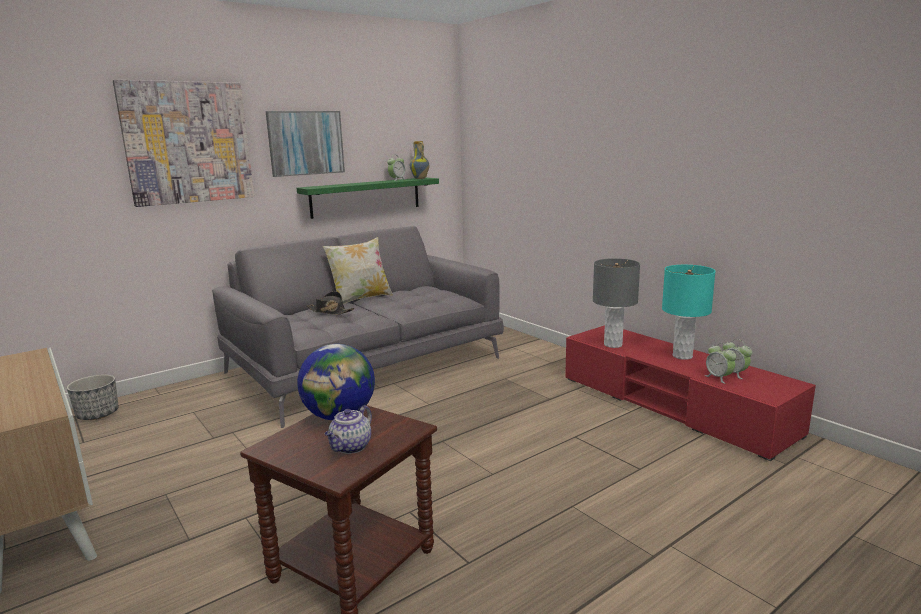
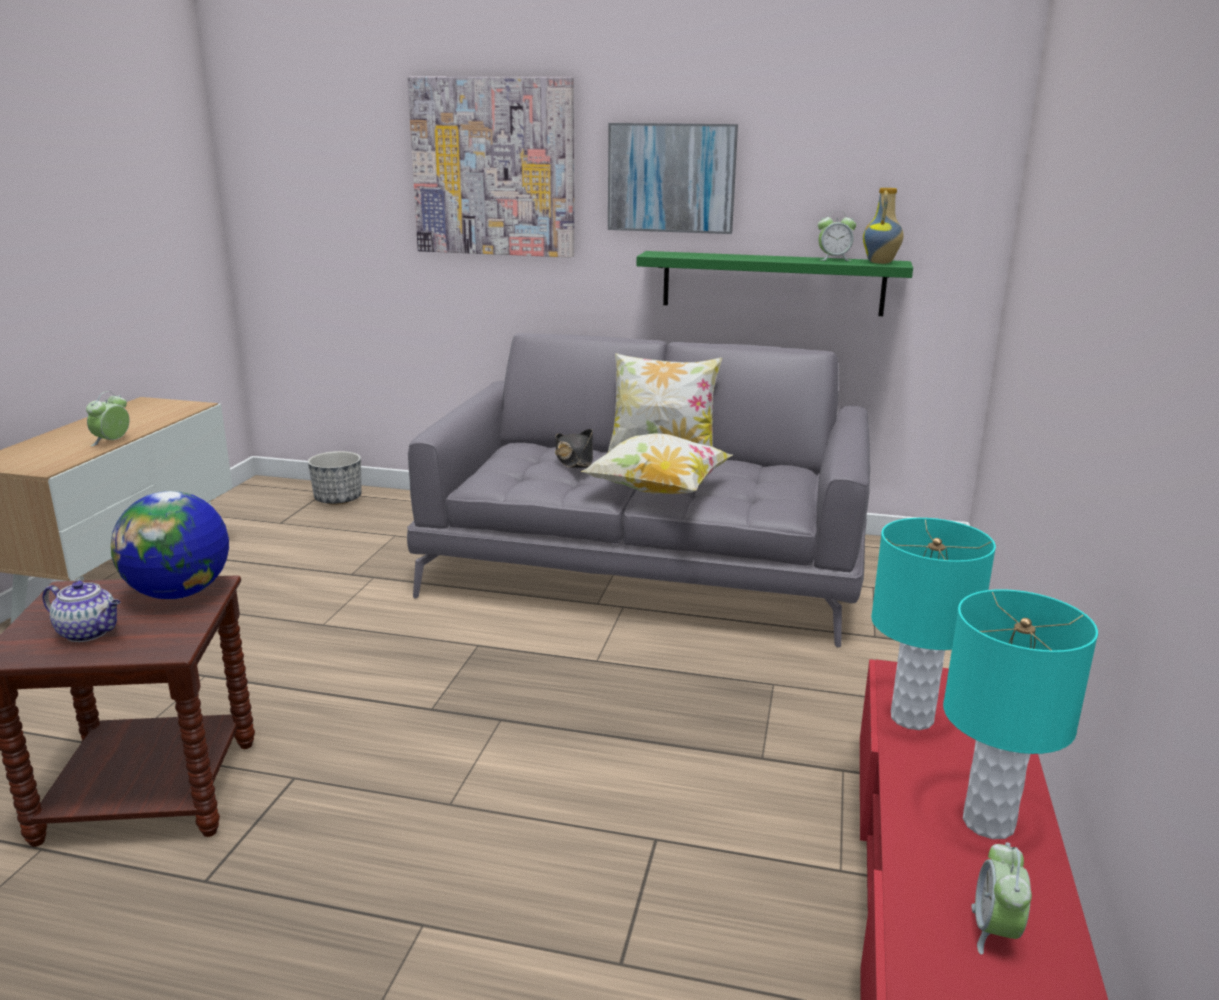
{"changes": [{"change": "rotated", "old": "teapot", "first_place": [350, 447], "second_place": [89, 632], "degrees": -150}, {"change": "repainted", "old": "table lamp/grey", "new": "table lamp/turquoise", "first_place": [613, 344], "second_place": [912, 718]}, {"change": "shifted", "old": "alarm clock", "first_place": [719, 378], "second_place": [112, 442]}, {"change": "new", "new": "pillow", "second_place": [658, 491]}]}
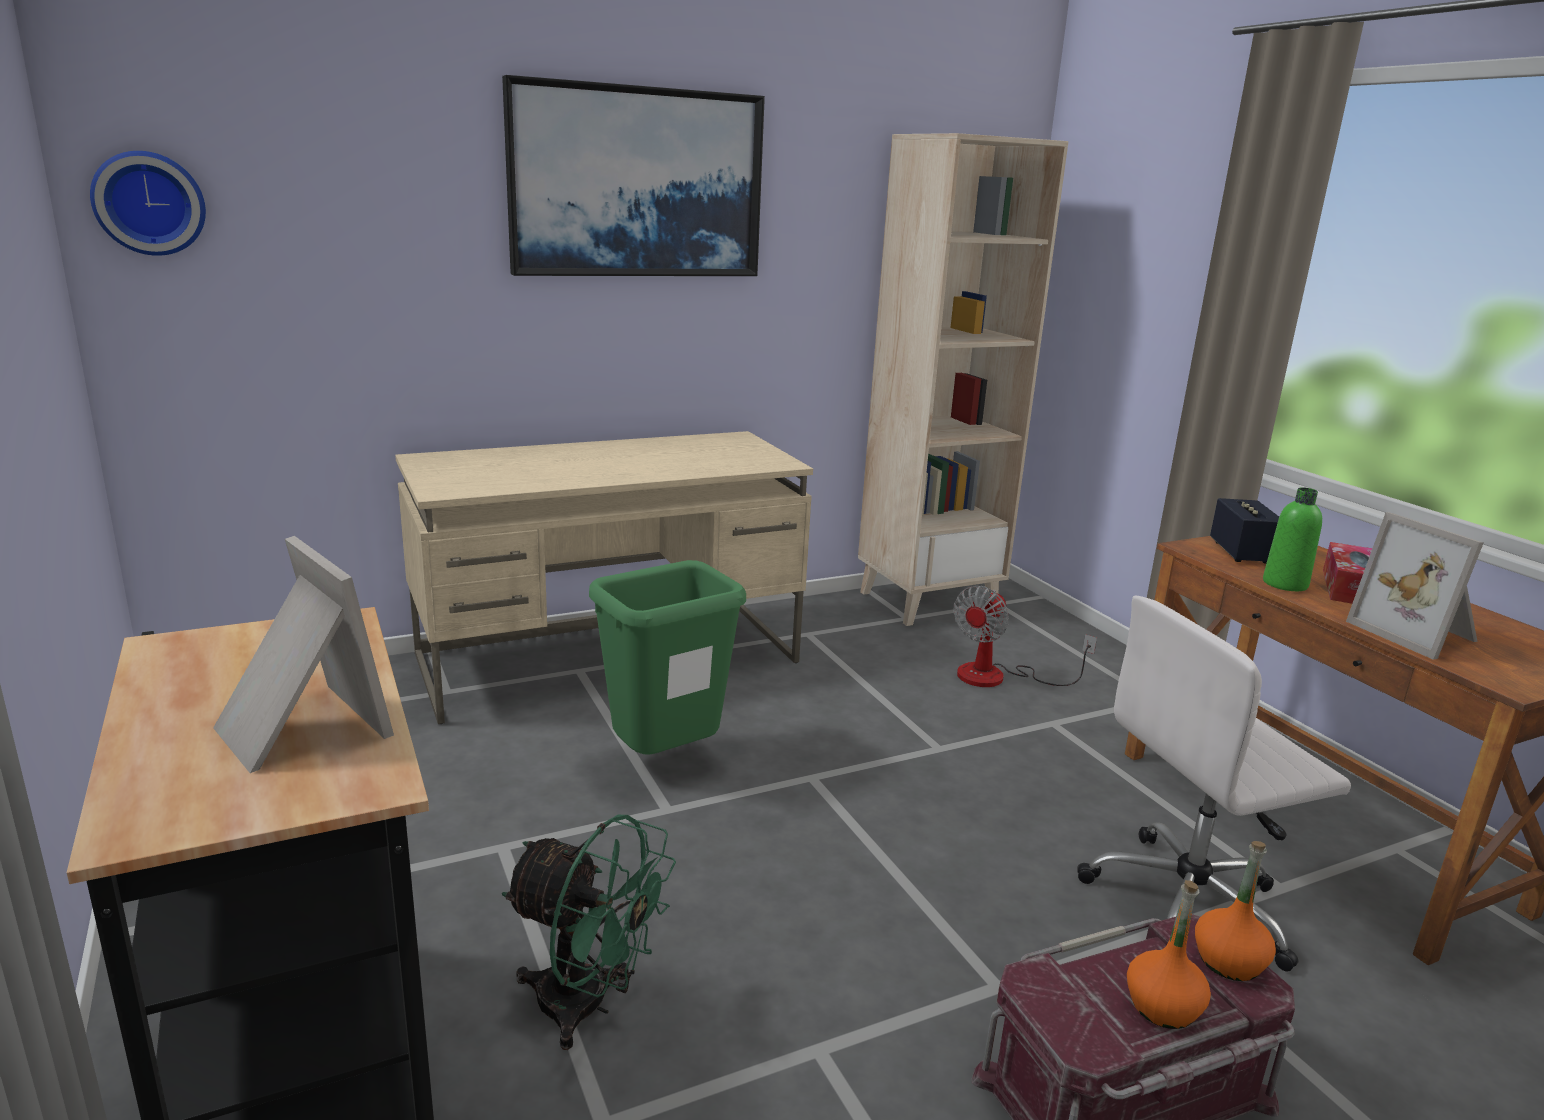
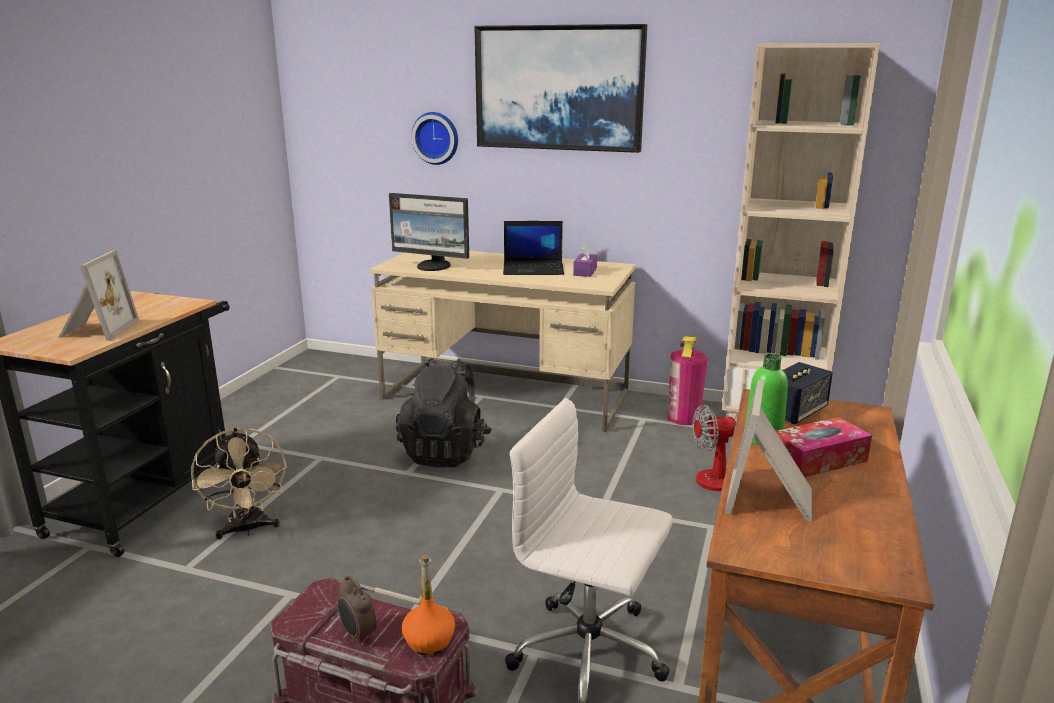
{"changes": [{"change": "shifted", "old": "wall clock", "first_place": [149, 203], "second_place": [436, 138]}, {"change": "repainted", "old": "fan/green", "new": "fan/beige", "first_place": [589, 1006], "second_place": [248, 529]}, {"change": "swapped", "old": "trash can/green", "new": "backpack/black", "first_place": [667, 761], "second_place": [445, 452]}, {"change": "swapped", "old": "bottle/orange", "new": "alarm clock", "first_place": [1163, 1007], "second_place": [357, 635]}, {"change": "new", "new": "monitor", "second_place": [433, 266]}, {"change": "new", "new": "laptop", "second_place": [534, 269]}, {"change": "new", "new": "tissue box/purple", "second_place": [585, 272]}, {"change": "new", "new": "fire extinguisher", "second_place": [684, 418]}]}
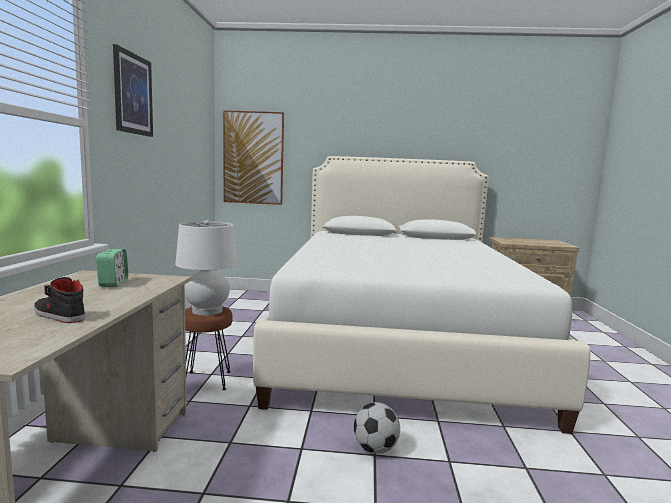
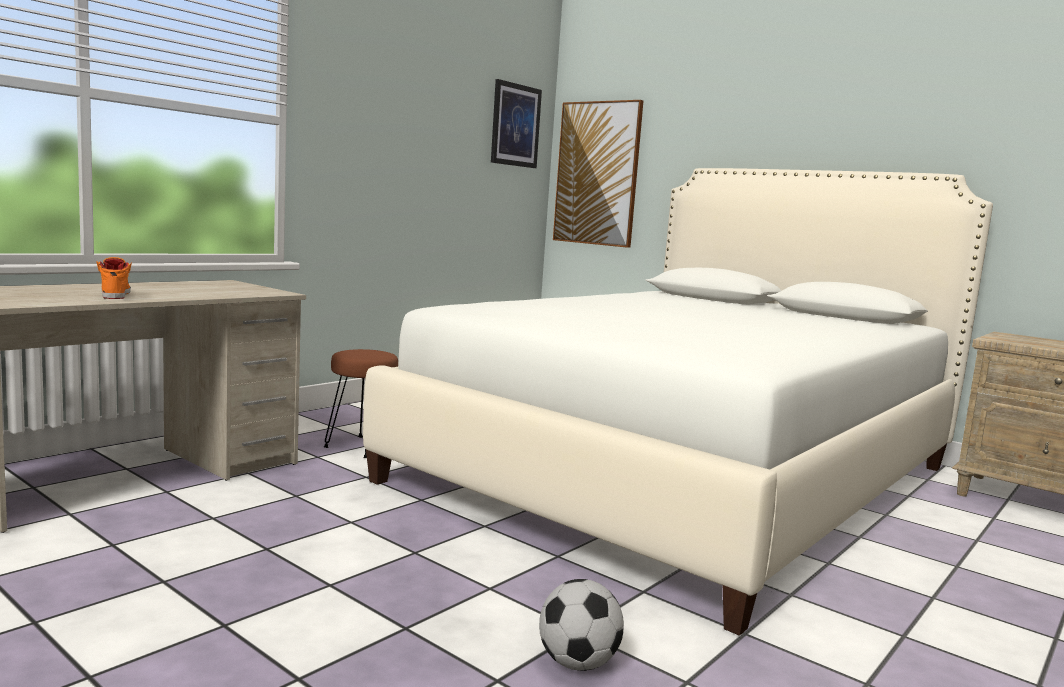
{"changes": [{"change": "repainted", "old": "shoe/black", "new": "shoe/orange", "first_place": [58, 315], "second_place": [115, 294]}, {"change": "gone", "old": "alarm clock", "first_place": [113, 283]}, {"change": "shifted", "old": "picture", "first_place": [133, 94], "second_place": [515, 125]}, {"change": "gone", "old": "table lamp/white", "first_place": [207, 311]}, {"change": "shifted", "old": "football", "first_place": [375, 449], "second_place": [577, 664]}]}
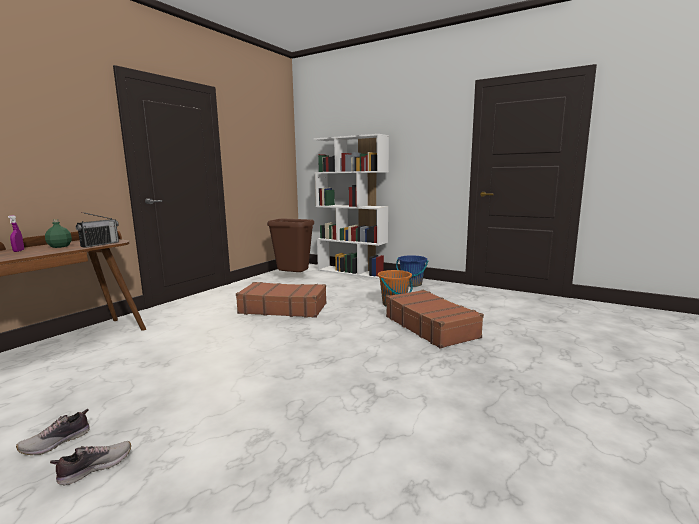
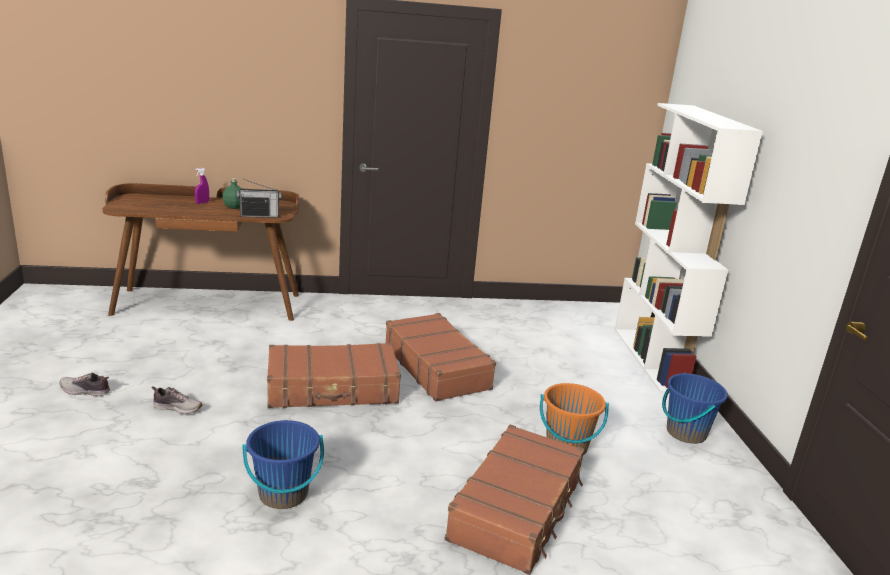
{"changes": [{"change": "shifted", "old": "shoe", "first_place": [95, 467], "second_place": [177, 408]}, {"change": "gone", "old": "trash can/brown", "first_place": [293, 278]}, {"change": "new", "new": "bucket/blue", "second_place": [283, 494]}, {"change": "new", "new": "suitcase/brown", "second_place": [333, 389]}]}
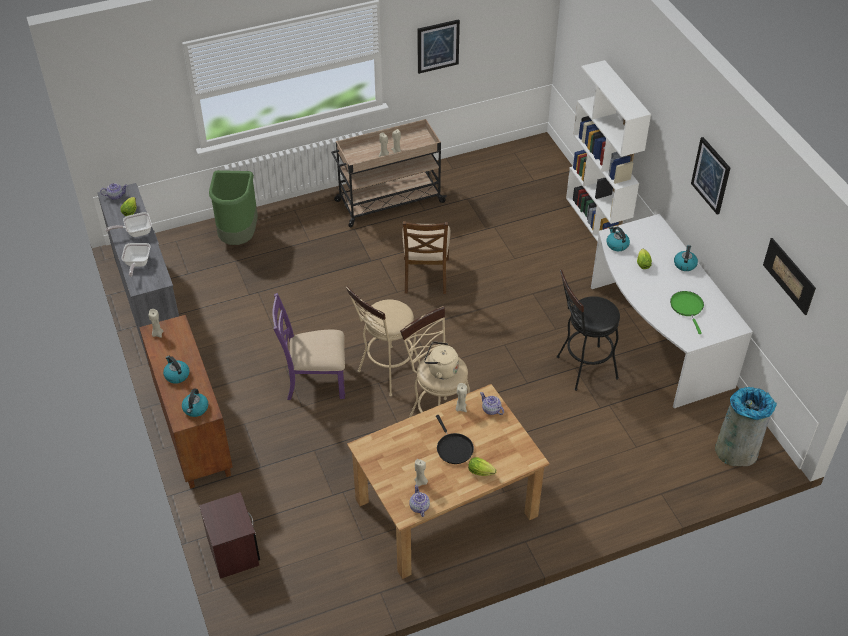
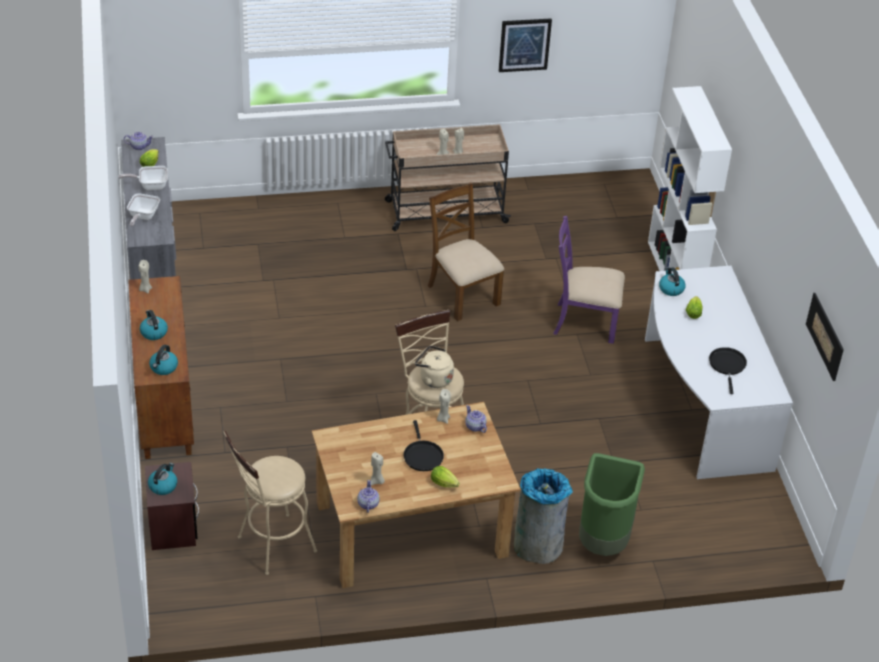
{"changes": [{"change": "shifted", "old": "trash can/green", "first_place": [238, 237], "second_place": [604, 541]}, {"change": "shifted", "old": "chair/purple", "first_place": [315, 381], "second_place": [584, 322]}, {"change": "shifted", "old": "stool/beige", "first_place": [386, 374], "second_place": [271, 547]}, {"change": "rotated", "old": "chair/brown", "first_place": [425, 275], "second_place": [462, 294], "degrees": 135}, {"change": "gone", "old": "stool/black", "first_place": [582, 369]}, {"change": "repainted", "old": "frying pan/green", "new": "frying pan/black", "first_place": [687, 307], "second_place": [727, 365]}, {"change": "shifted", "old": "kettle", "first_place": [684, 264], "second_place": [163, 486]}, {"change": "gone", "old": "picture", "first_place": [711, 175]}, {"change": "shifted", "old": "trash can/grey", "first_place": [737, 451], "second_place": [538, 546]}]}
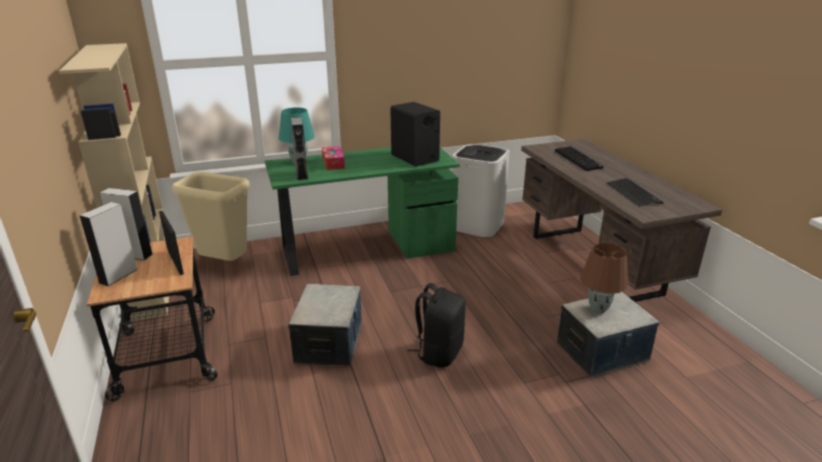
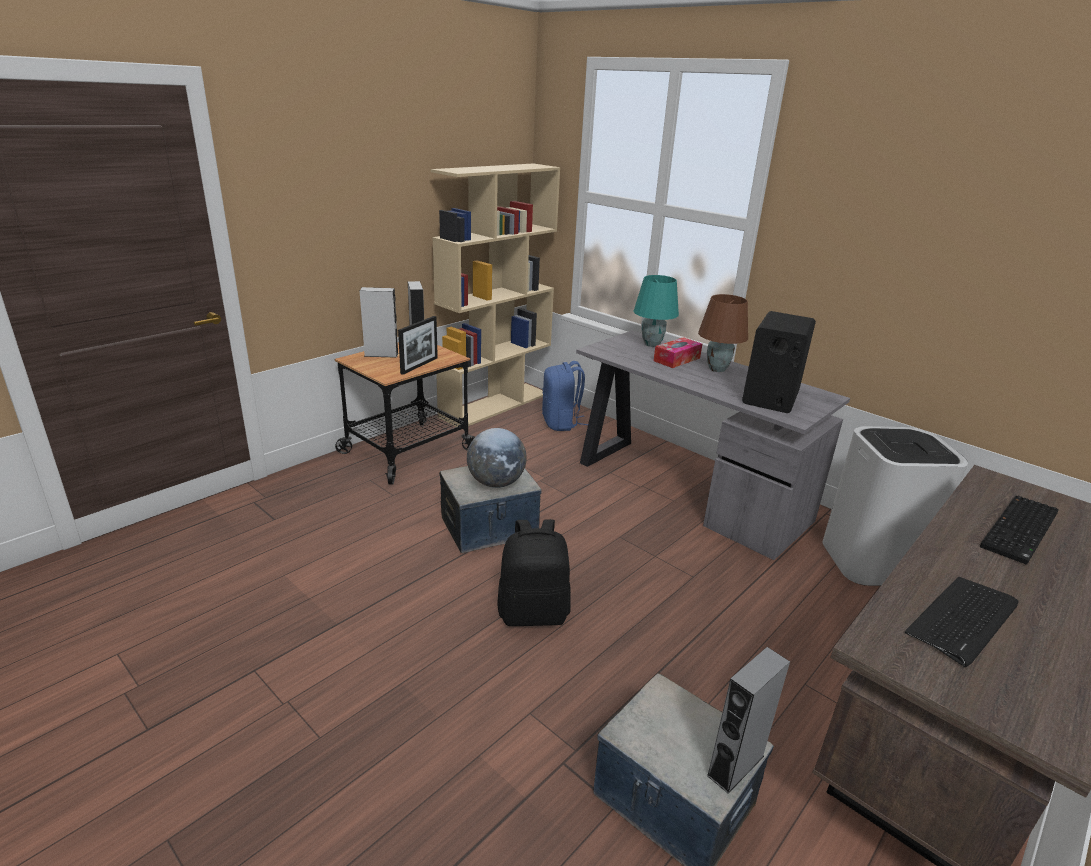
{"changes": [{"change": "swapped", "old": "trash can/beige", "new": "backpack/blue", "first_place": [225, 264], "second_place": [561, 423]}, {"change": "repainted", "old": "desk/green", "new": "desk/grey", "first_place": [364, 249], "second_place": [685, 489]}, {"change": "shifted", "old": "speaker/grey", "first_place": [301, 175], "second_place": [735, 765]}, {"change": "shifted", "old": "table lamp/brown", "first_place": [598, 309], "second_place": [716, 369]}, {"change": "new", "new": "globe", "second_place": [496, 483]}]}
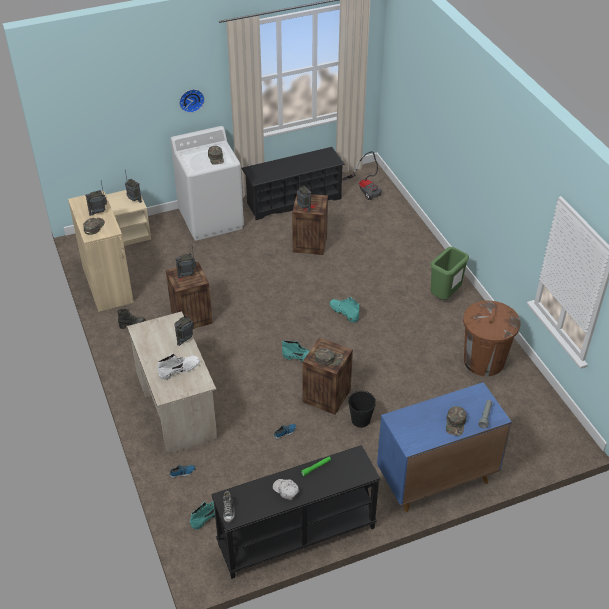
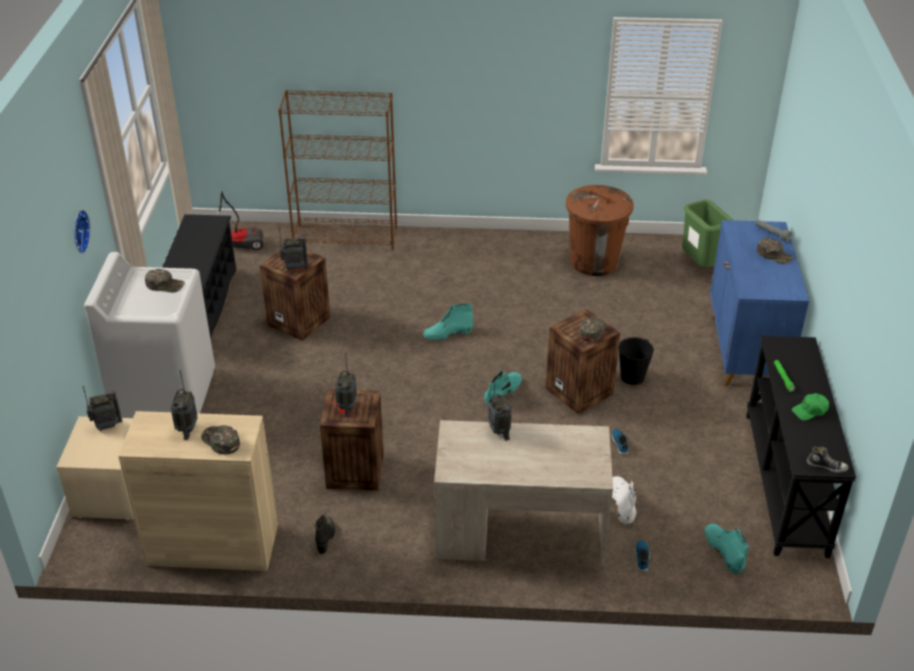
{"changes": [{"change": "shifted", "old": "boot/white", "first_place": [179, 369], "second_place": [621, 502]}, {"change": "repainted", "old": "cap/white", "new": "cap/green", "first_place": [286, 490], "second_place": [810, 411]}, {"change": "shifted", "old": "trash can/green", "first_place": [445, 296], "second_place": [701, 266]}, {"change": "new", "new": "bookcase/brown", "second_place": [346, 237]}]}
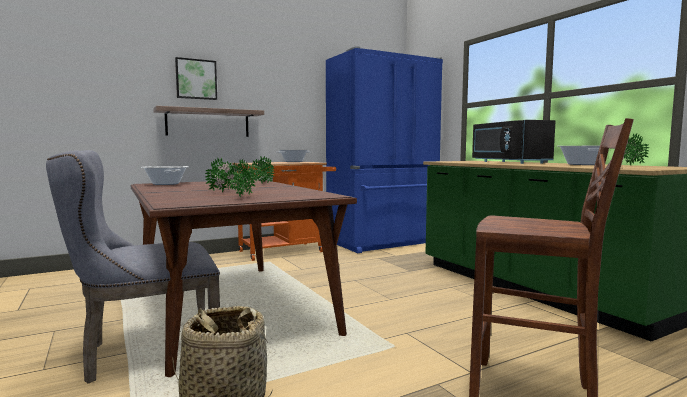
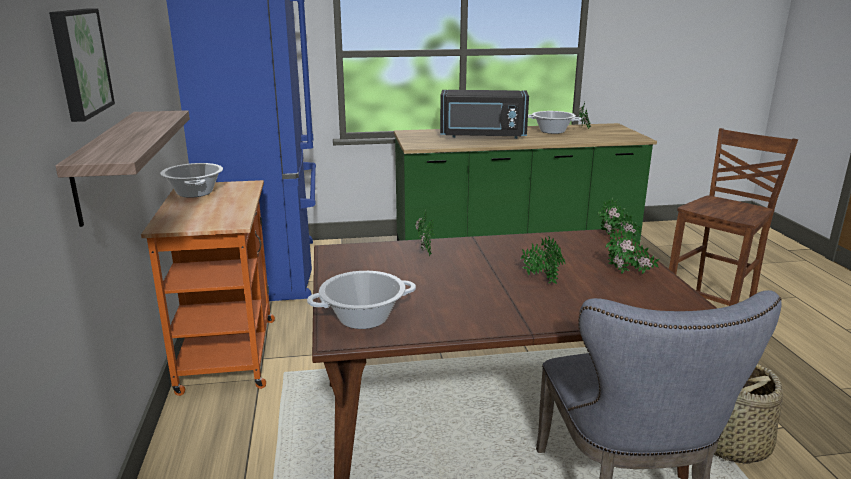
{"changes": [{"change": "new", "new": "potted plant", "second_place": [616, 239]}]}
